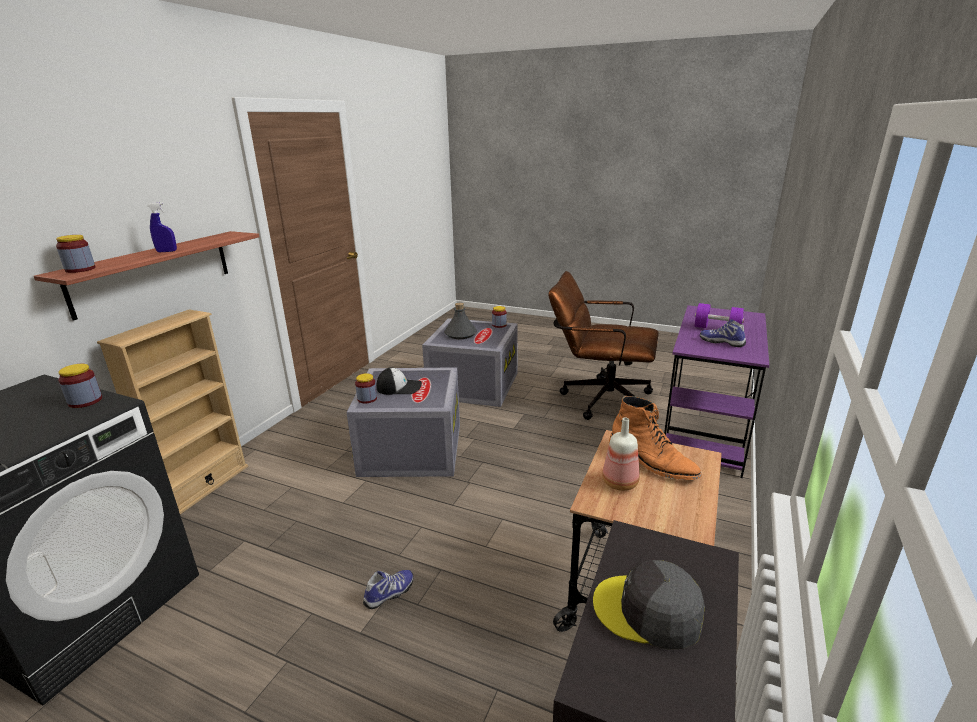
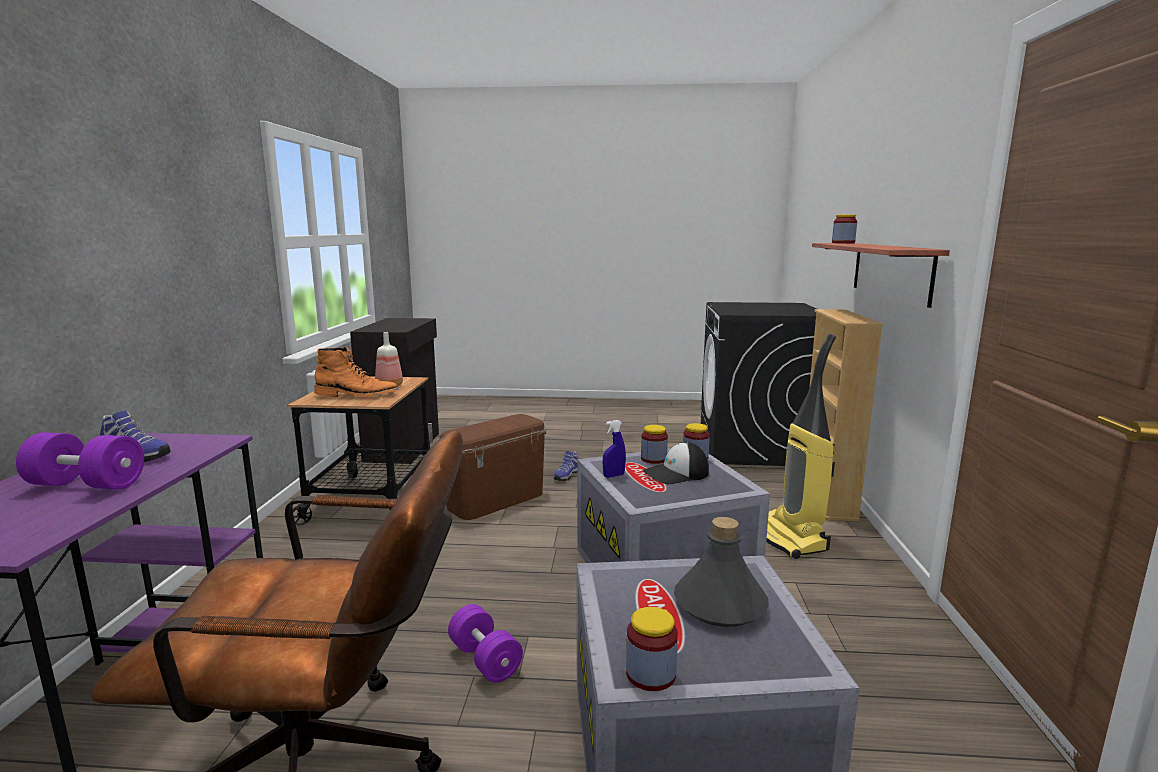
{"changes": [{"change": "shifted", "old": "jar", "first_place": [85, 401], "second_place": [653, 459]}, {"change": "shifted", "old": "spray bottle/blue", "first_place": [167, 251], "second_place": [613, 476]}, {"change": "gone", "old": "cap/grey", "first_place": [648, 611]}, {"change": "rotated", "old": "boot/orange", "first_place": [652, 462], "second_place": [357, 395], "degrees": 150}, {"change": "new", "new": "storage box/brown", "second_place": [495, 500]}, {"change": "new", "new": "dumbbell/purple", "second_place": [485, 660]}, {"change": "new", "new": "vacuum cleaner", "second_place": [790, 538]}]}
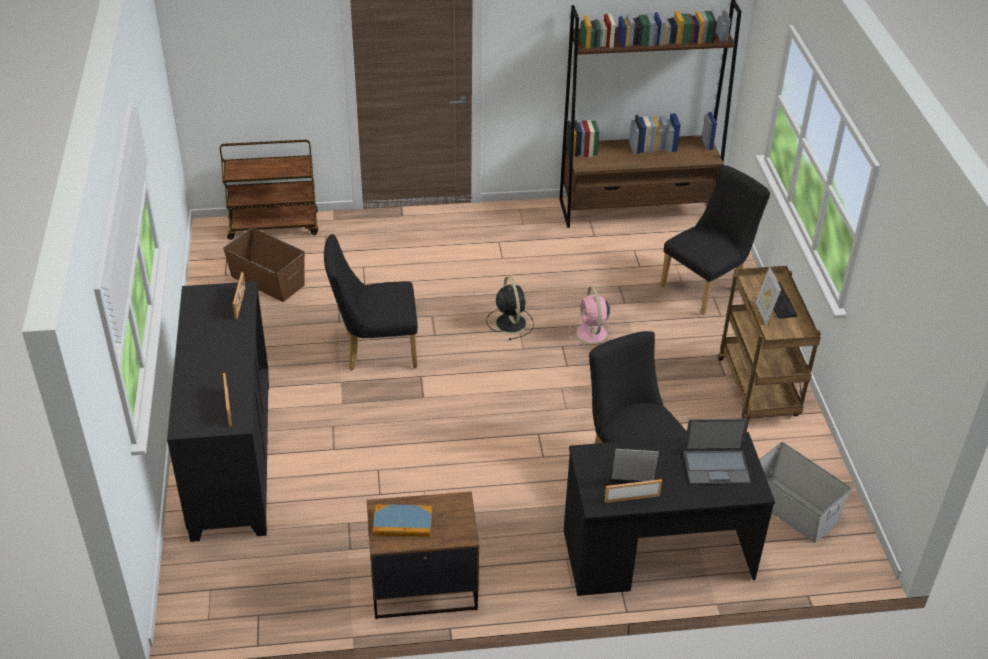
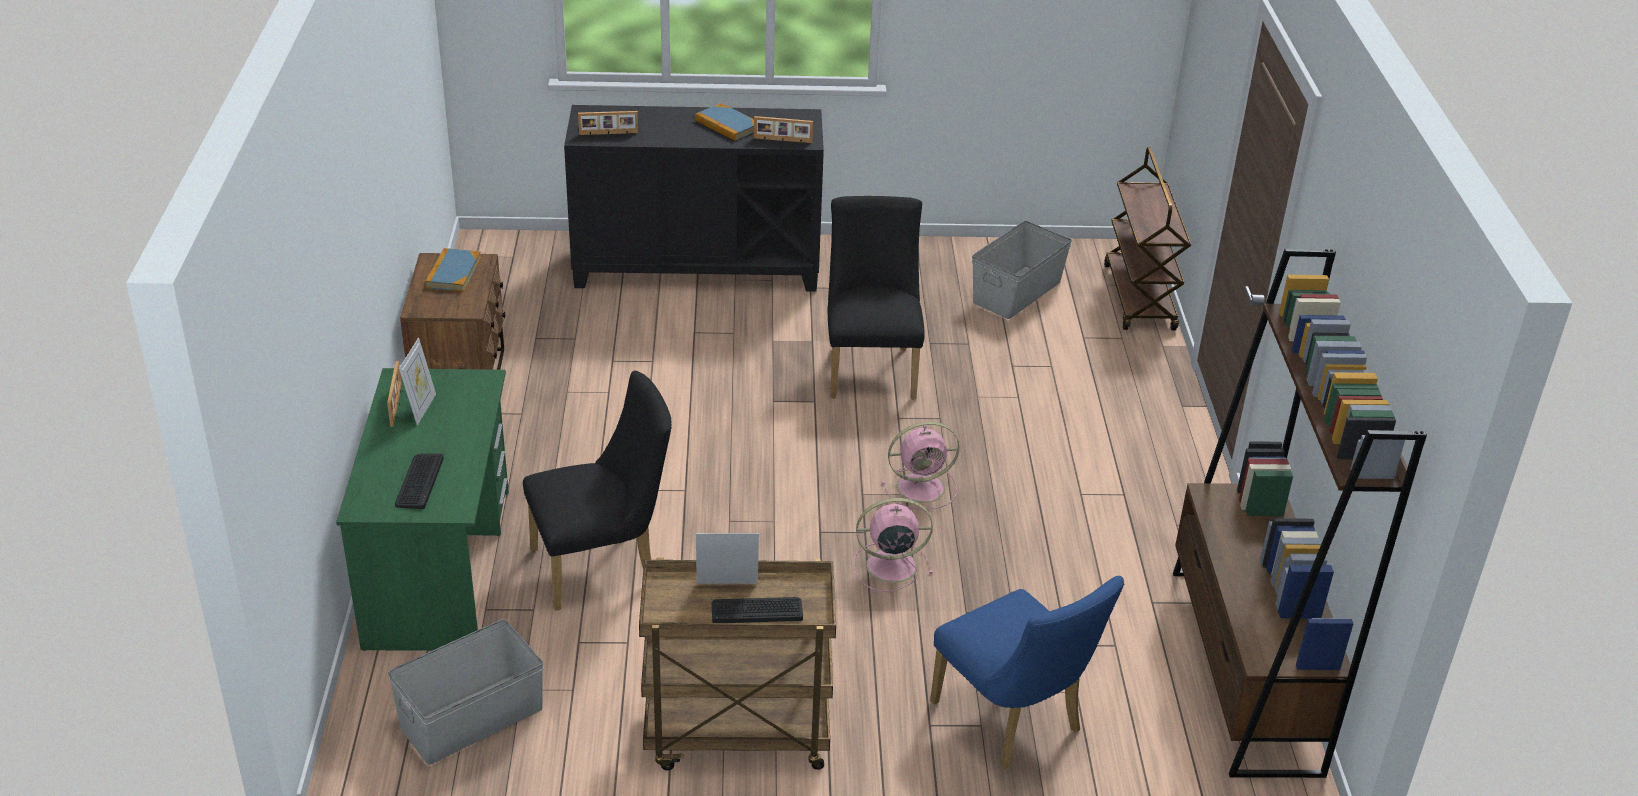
{"changes": [{"change": "repainted", "old": "storage box/brown", "new": "storage box/grey", "first_place": [267, 280], "second_place": [1018, 292]}, {"change": "repainted", "old": "fan/black", "new": "fan/pink", "first_place": [510, 322], "second_place": [923, 487]}, {"change": "repainted", "old": "desk/black", "new": "desk/green", "first_place": [657, 554], "second_place": [439, 567]}, {"change": "repainted", "old": "chair/black", "new": "chair/blue", "first_place": [707, 286], "second_place": [1013, 723]}, {"change": "swapped", "old": "laptop", "new": "keyboard", "first_place": [717, 467], "second_place": [419, 482]}, {"change": "new", "new": "book", "second_place": [727, 125]}]}
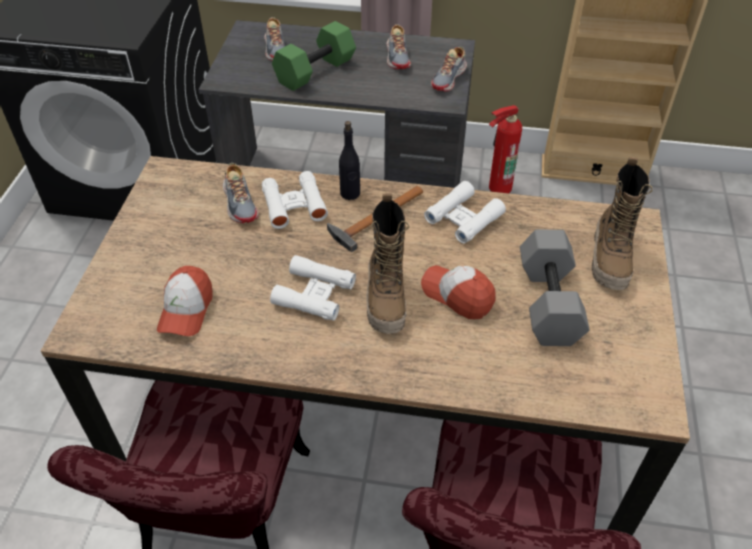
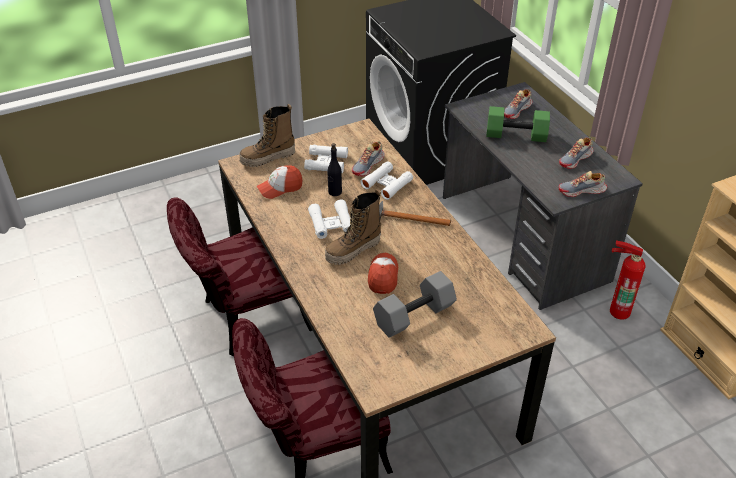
{"changes": [{"change": "shifted", "old": "bottle/black", "first_place": [350, 193], "second_place": [335, 192]}, {"change": "shifted", "old": "binoculars/white", "first_place": [463, 218], "second_place": [326, 163]}, {"change": "shifted", "old": "boot", "first_place": [610, 259], "second_place": [268, 158]}]}
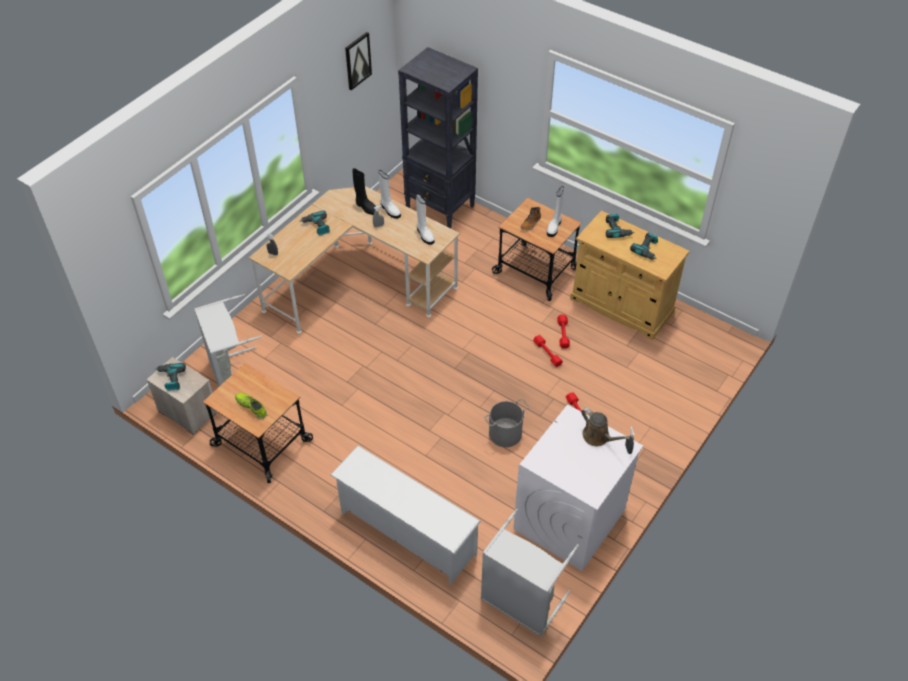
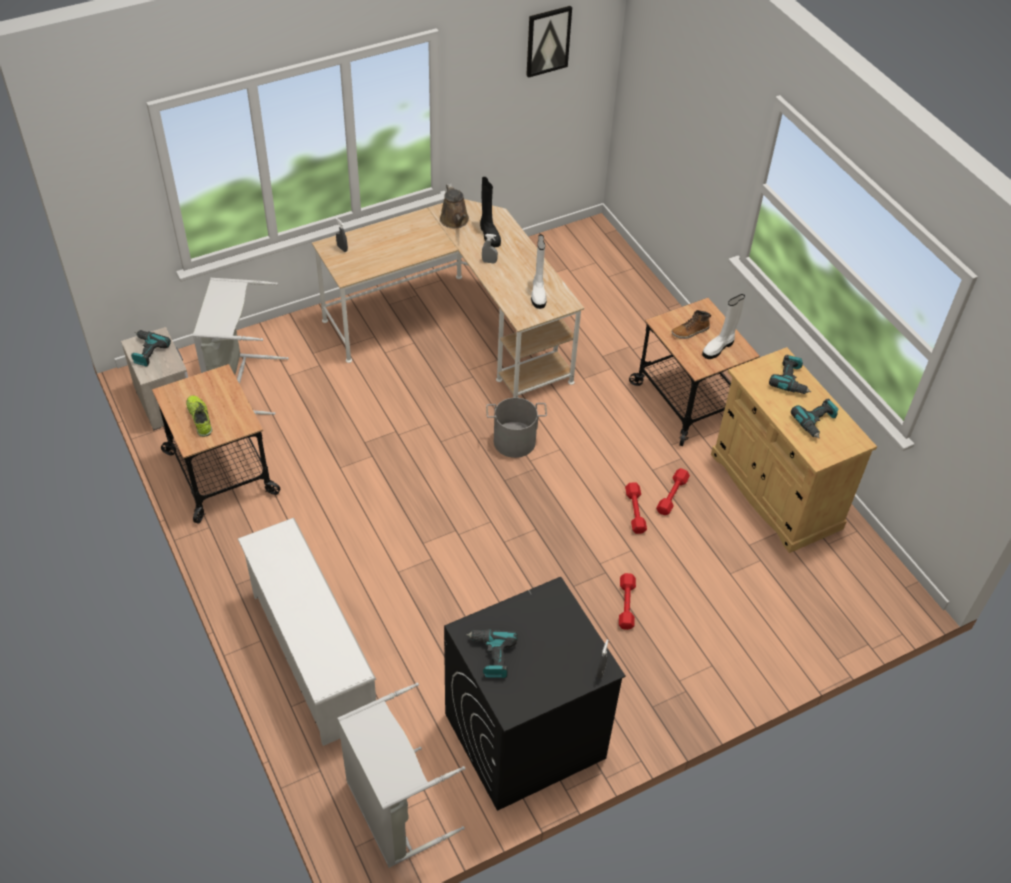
{"changes": [{"change": "shifted", "old": "power drill", "first_place": [317, 226], "second_place": [491, 656]}, {"change": "gone", "old": "boot/white", "first_place": [389, 210]}, {"change": "gone", "old": "bookcase/black", "first_place": [440, 207]}, {"change": "shifted", "old": "bucket/grey", "first_place": [505, 434], "second_place": [514, 441]}, {"change": "repainted", "old": "washing machine/white", "new": "washing machine/black", "first_place": [569, 520], "second_place": [524, 737]}, {"change": "shifted", "old": "watering can/brown", "first_place": [598, 437], "second_place": [455, 221]}]}
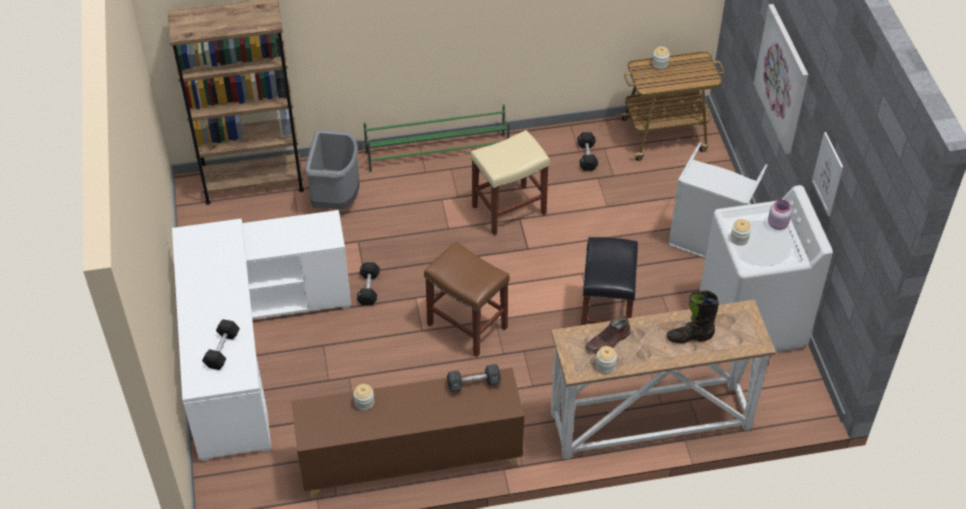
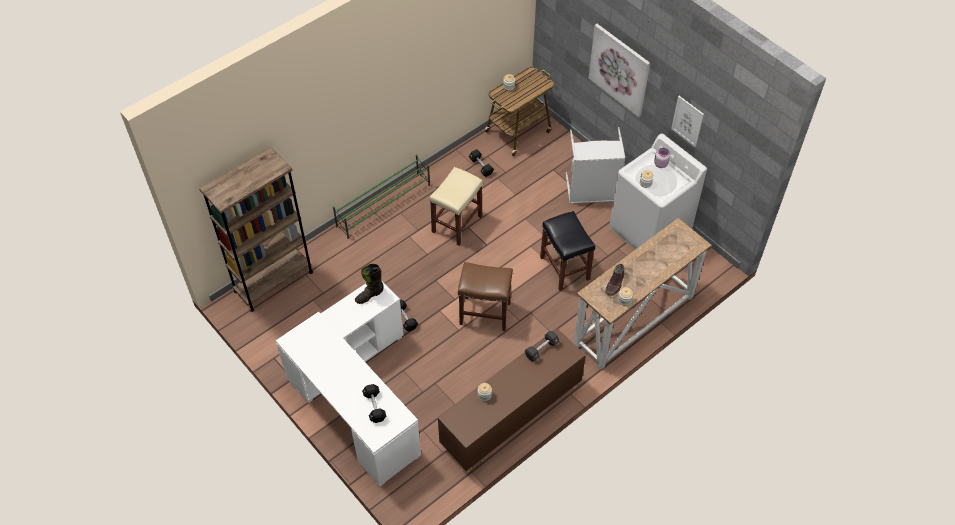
{"changes": [{"change": "gone", "old": "trash can/grey", "first_place": [336, 198]}, {"change": "shifted", "old": "boot/black", "first_place": [689, 337], "second_place": [369, 295]}]}
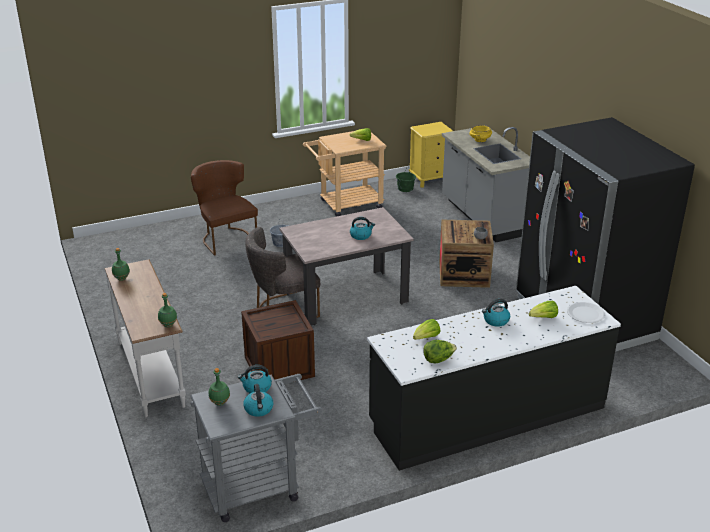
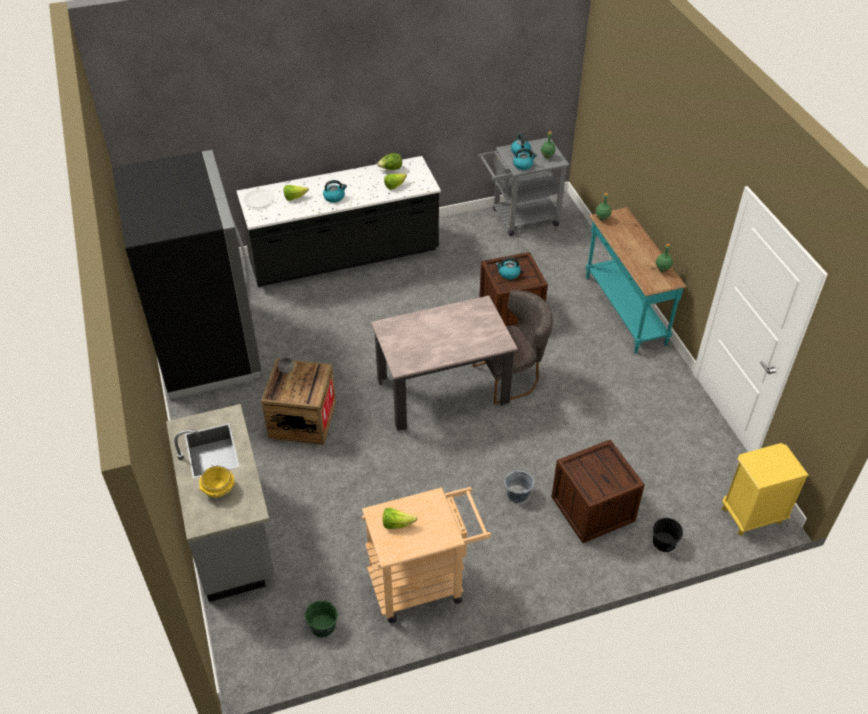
{"changes": [{"change": "repainted", "old": "console table/white", "new": "console table/turquoise", "first_place": [152, 373], "second_place": [623, 311]}, {"change": "swapped", "old": "chair/brown", "new": "crate", "first_place": [226, 239], "second_place": [592, 509]}, {"change": "shifted", "old": "kettle", "first_place": [361, 235], "second_place": [508, 274]}, {"change": "shifted", "old": "nightstand/yellow", "first_place": [430, 180], "second_place": [751, 515]}, {"change": "new", "new": "bucket/black", "second_place": [664, 542]}]}
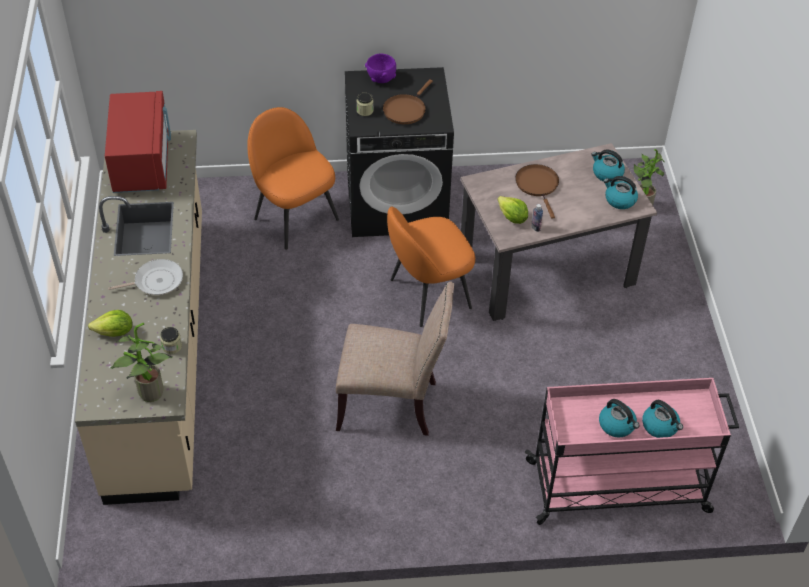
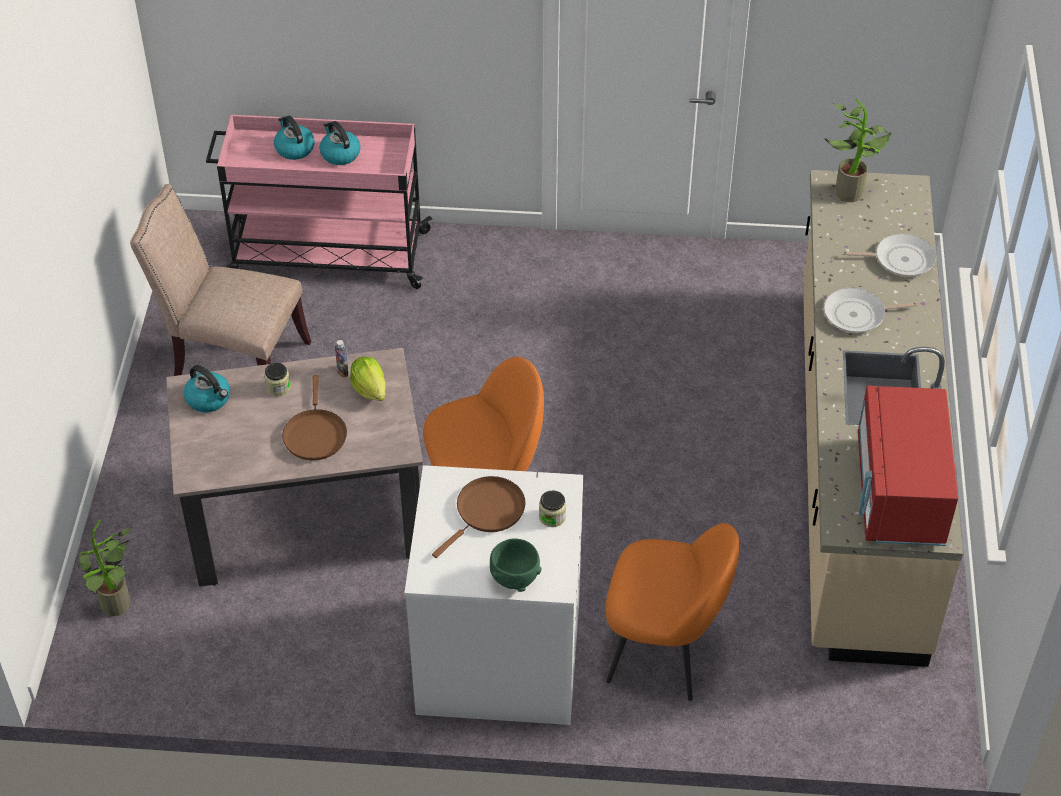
{"changes": [{"change": "swapped", "old": "lettuce", "new": "frying pan", "first_place": [115, 333], "second_place": [900, 259]}, {"change": "shifted", "old": "jar", "first_place": [172, 346], "second_place": [278, 387]}, {"change": "rotated", "old": "chair/orange", "first_place": [295, 217], "second_place": [664, 649], "degrees": -45}, {"change": "shifted", "old": "chair/beige", "first_place": [392, 404], "second_place": [235, 364]}, {"change": "repainted", "old": "washing machine/black", "new": "washing machine/white", "first_place": [397, 202], "second_place": [497, 658]}, {"change": "repainted", "old": "bowl/purple", "new": "bowl/green", "first_place": [381, 79], "second_place": [514, 578]}, {"change": "gone", "old": "kettle", "first_place": [607, 173]}]}
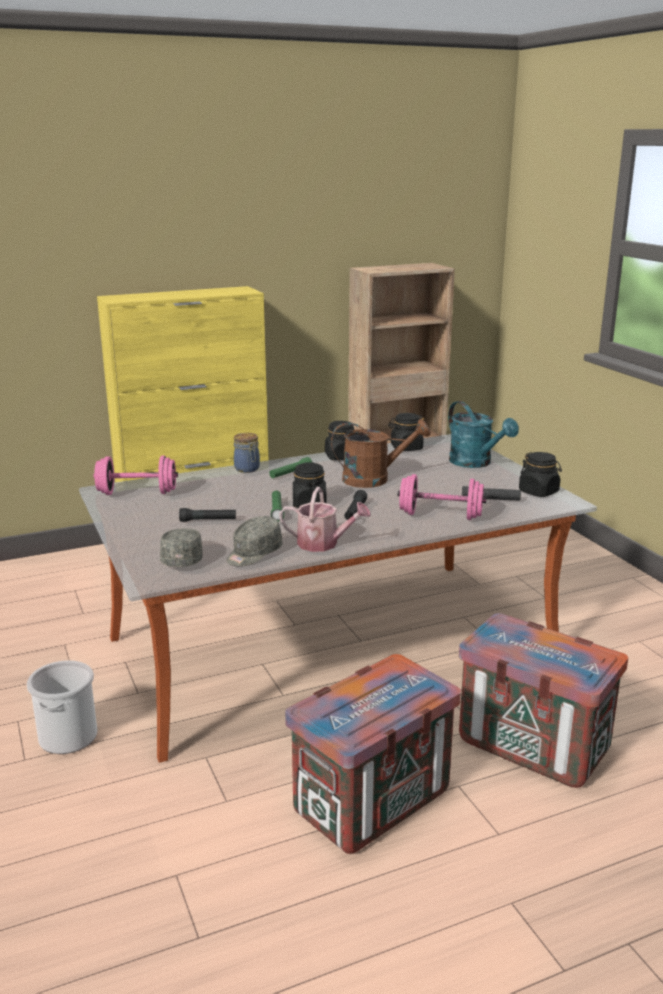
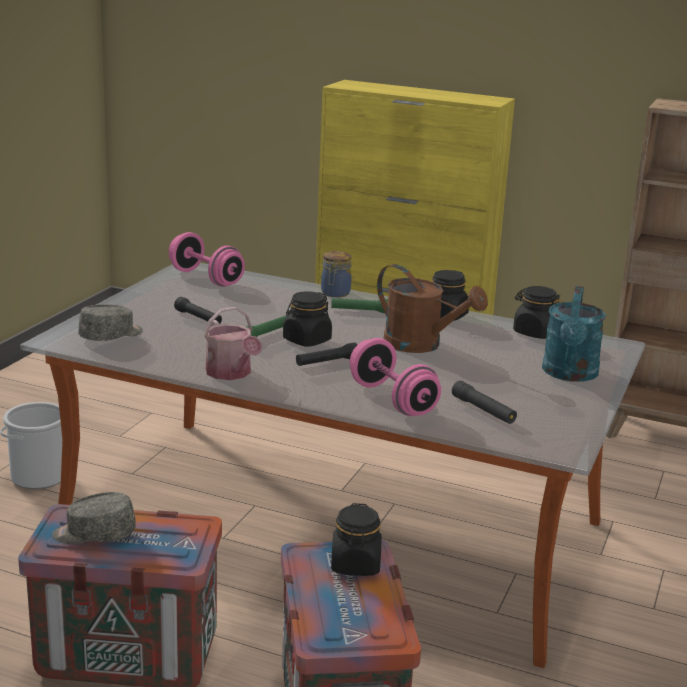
{"changes": [{"change": "shifted", "old": "cap/grey", "first_place": [253, 554], "second_place": [94, 534]}, {"change": "shifted", "old": "jar/black", "first_place": [539, 492], "second_place": [355, 564]}]}
